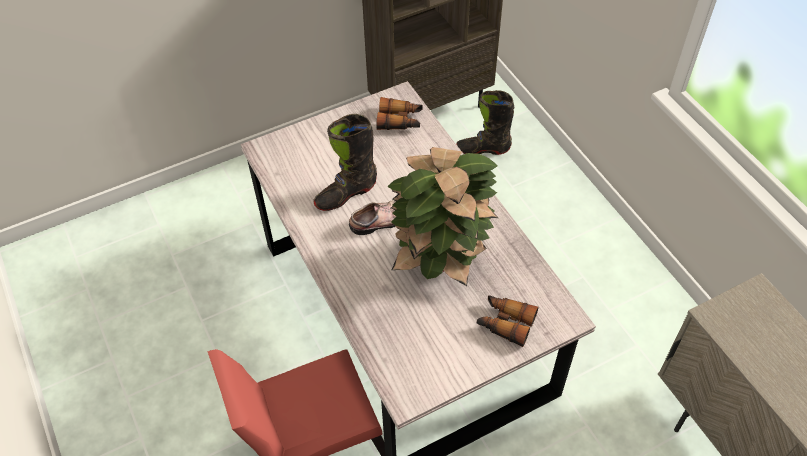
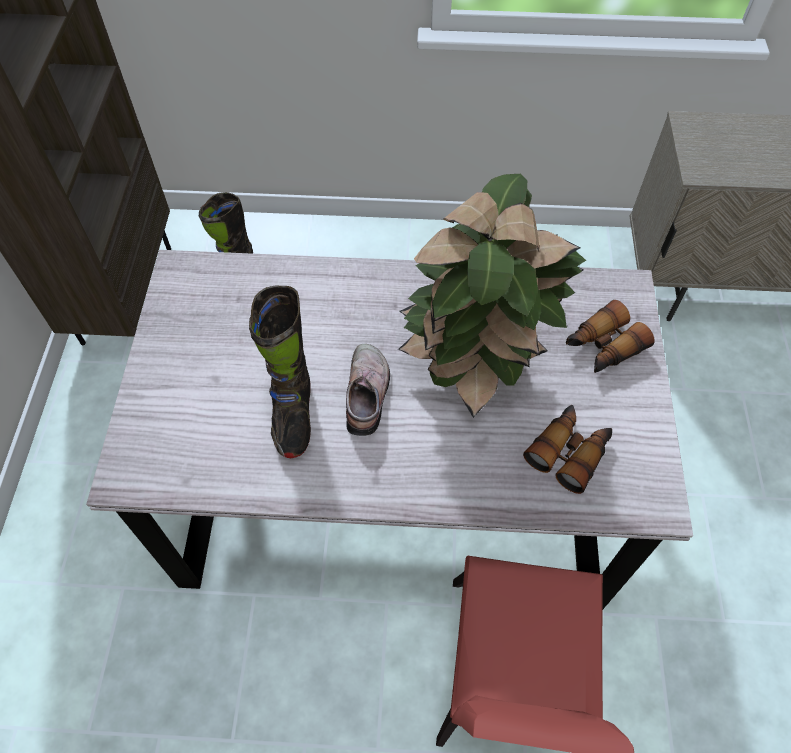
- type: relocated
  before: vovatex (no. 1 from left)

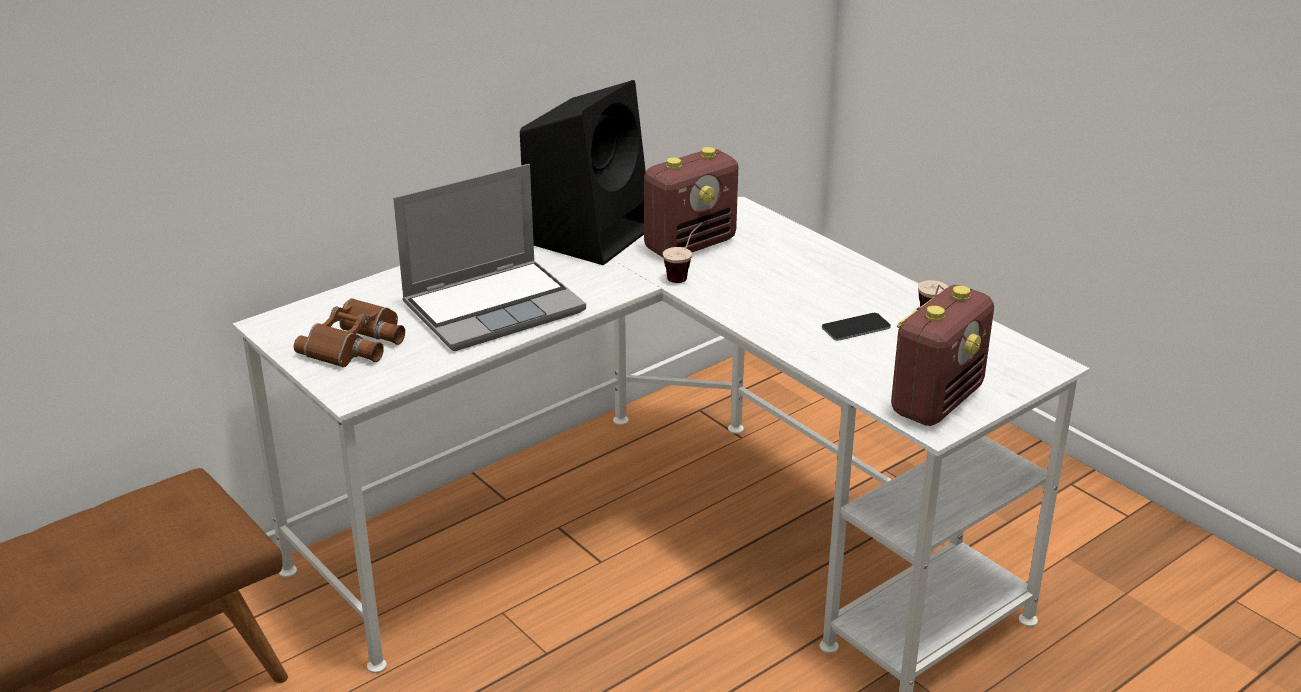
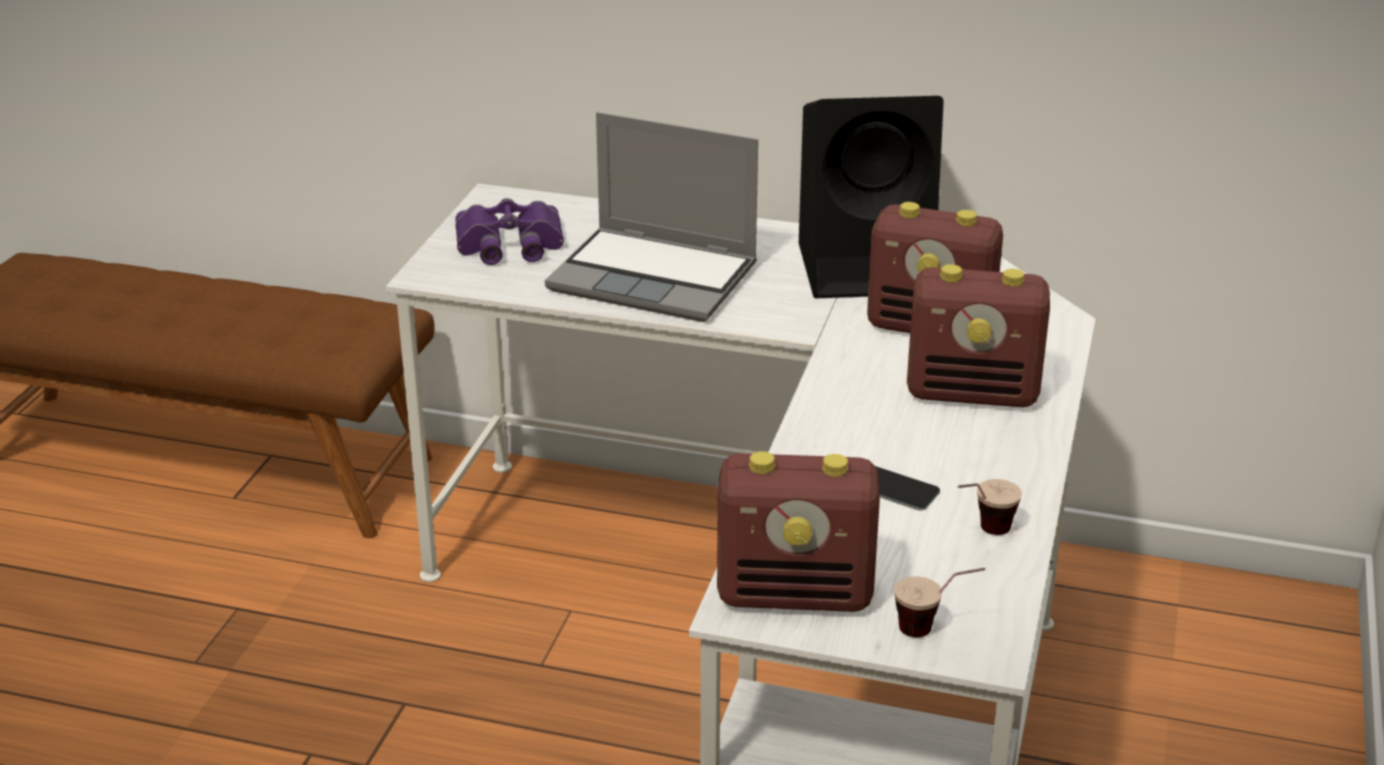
- type: relocated
  before: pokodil (no. 1 from left)
- type: colour
  before: vovatex (brown)
  after: vovatex (purple)
- type: appeared
  after: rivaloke (no. 3 from left)

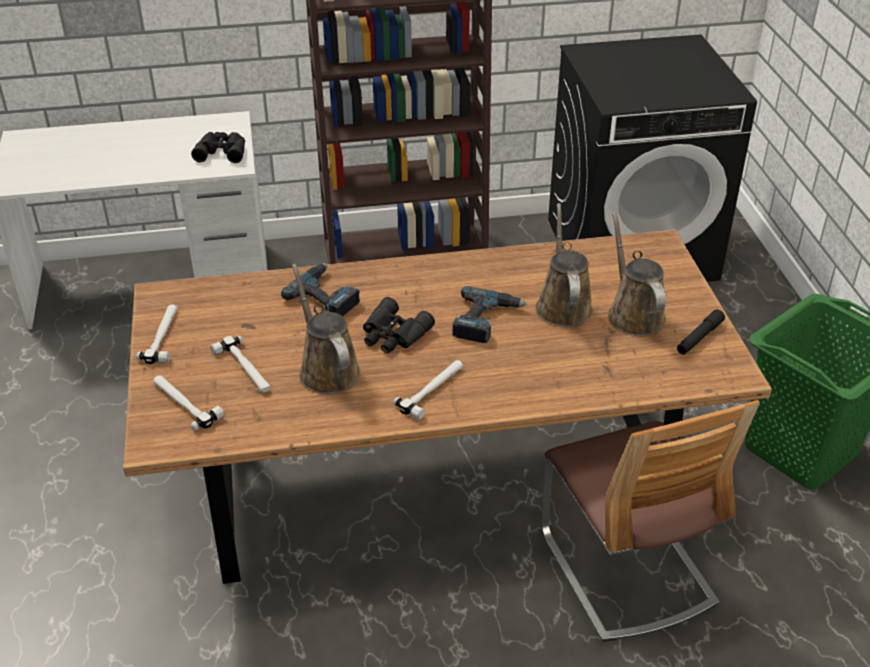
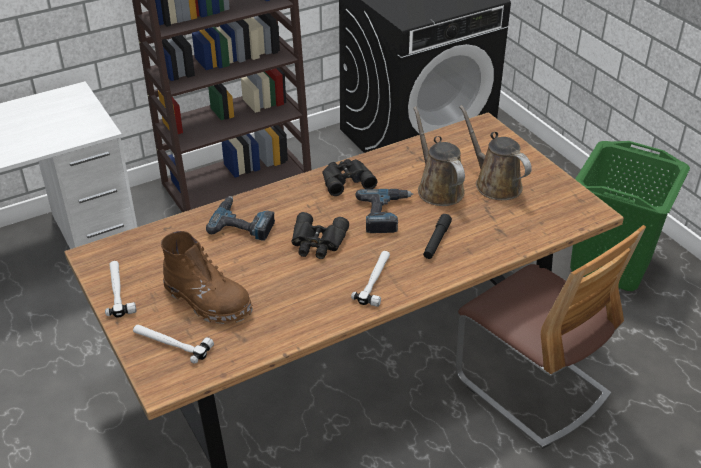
- type: relocated
  before: vovatex (black) (no. 1 from left in the first image)
  after: vovatex (black) (no. 2 from left)
- type: missing
  before: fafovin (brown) (no. 1 from left)
- type: relocated
  before: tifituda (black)
- type: exchanged
  before: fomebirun (no. 3 from left)
  after: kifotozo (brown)

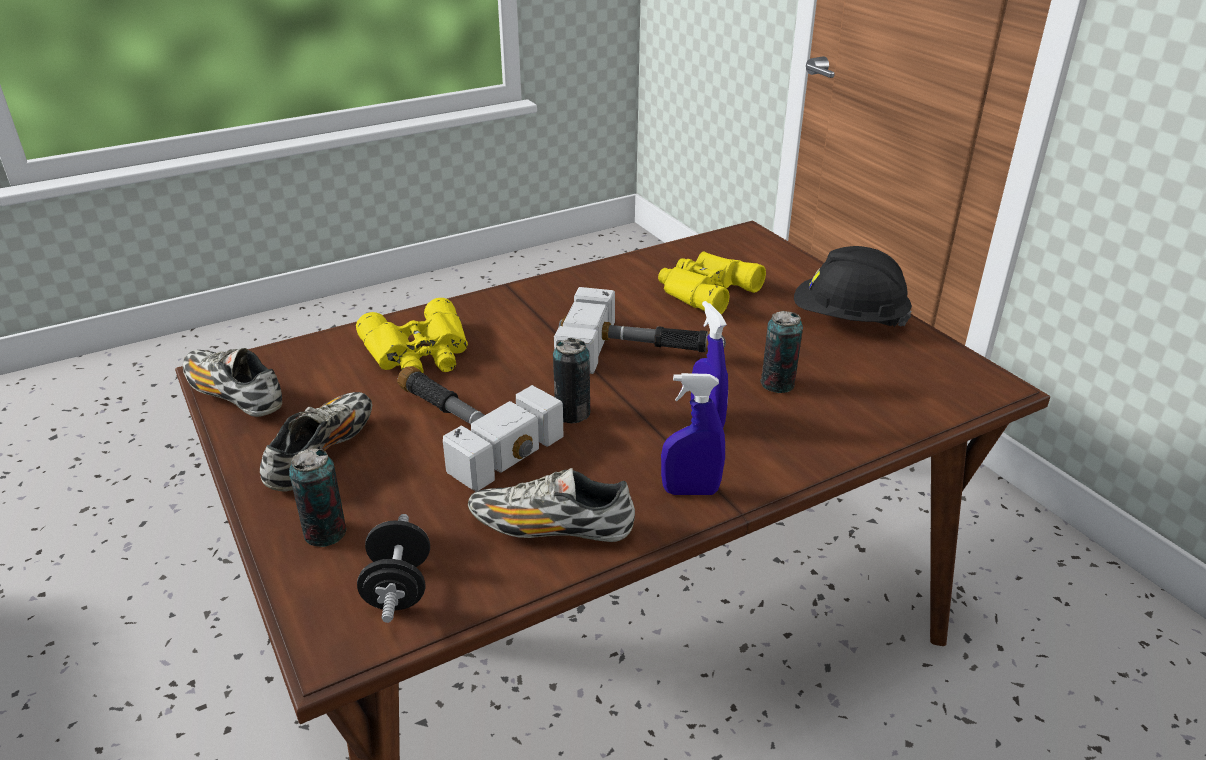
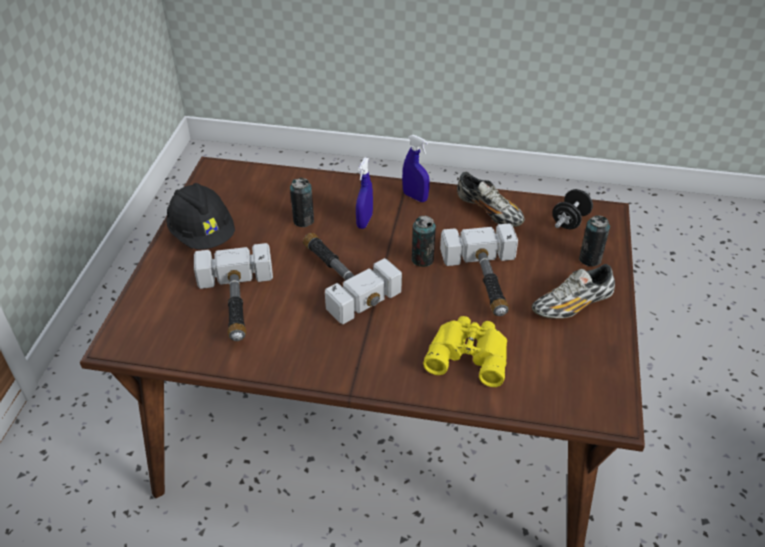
- type: exchanged
  before: vovatex (yellow) (no. 2 from left)
  after: fomebirun (no. 1 from left)
- type: missing
  before: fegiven (no. 1 from left)

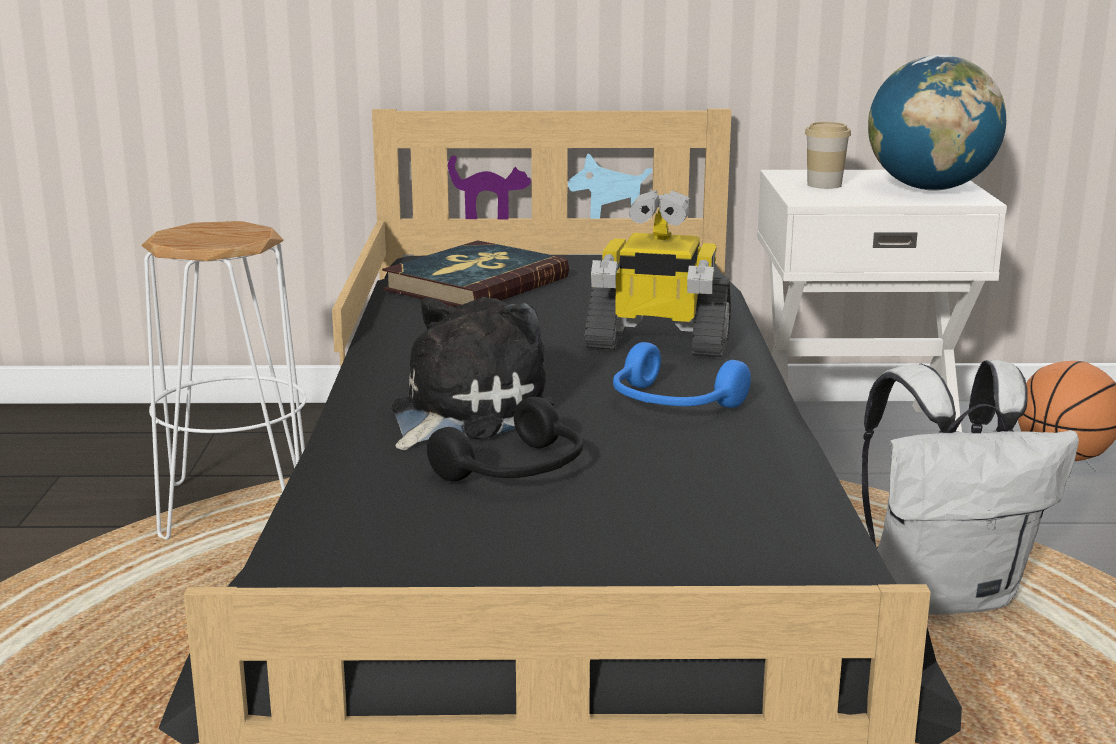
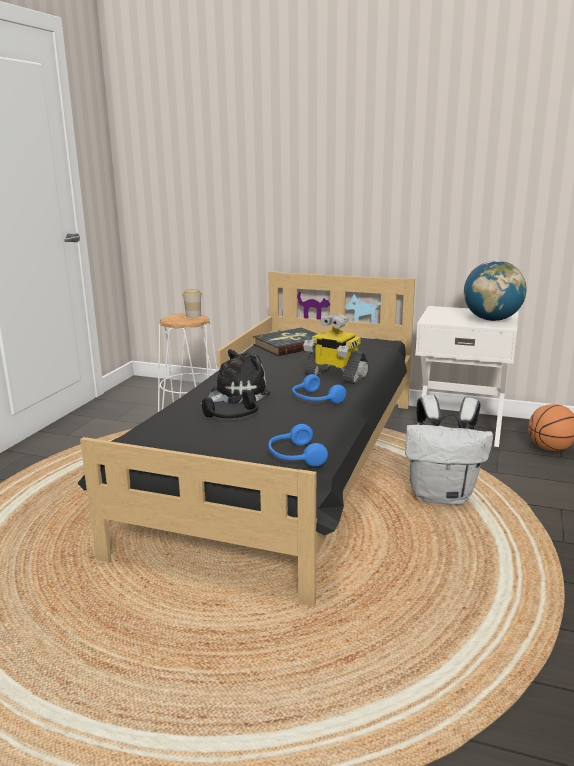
- type: relocated
  before: pokodil
- type: appeared
  after: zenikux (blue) (no. 1 from left)

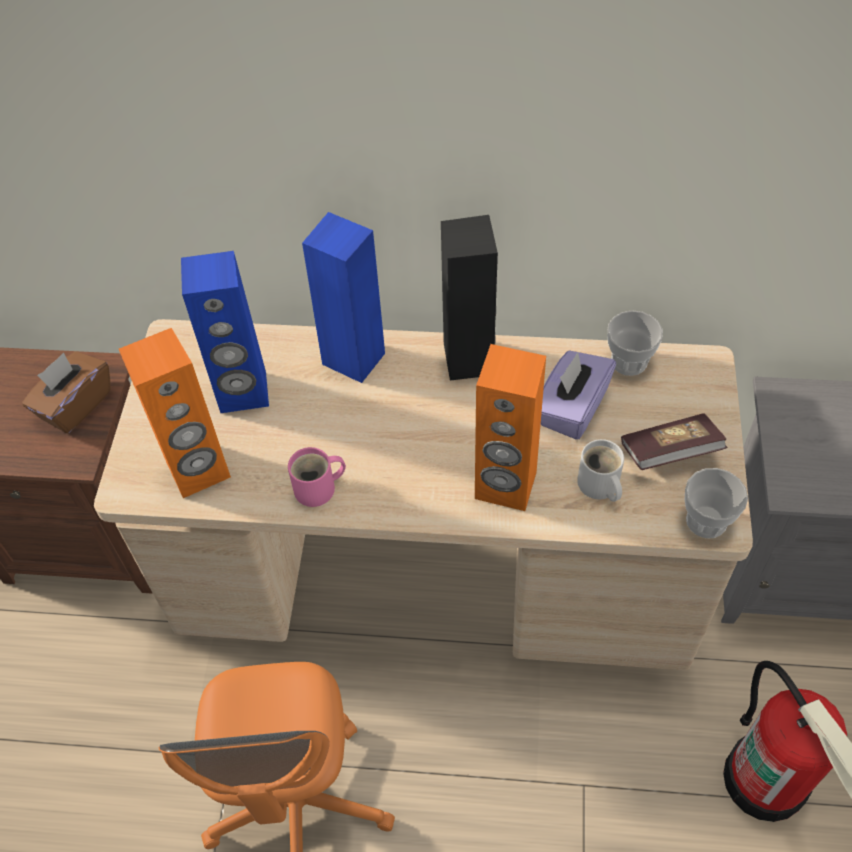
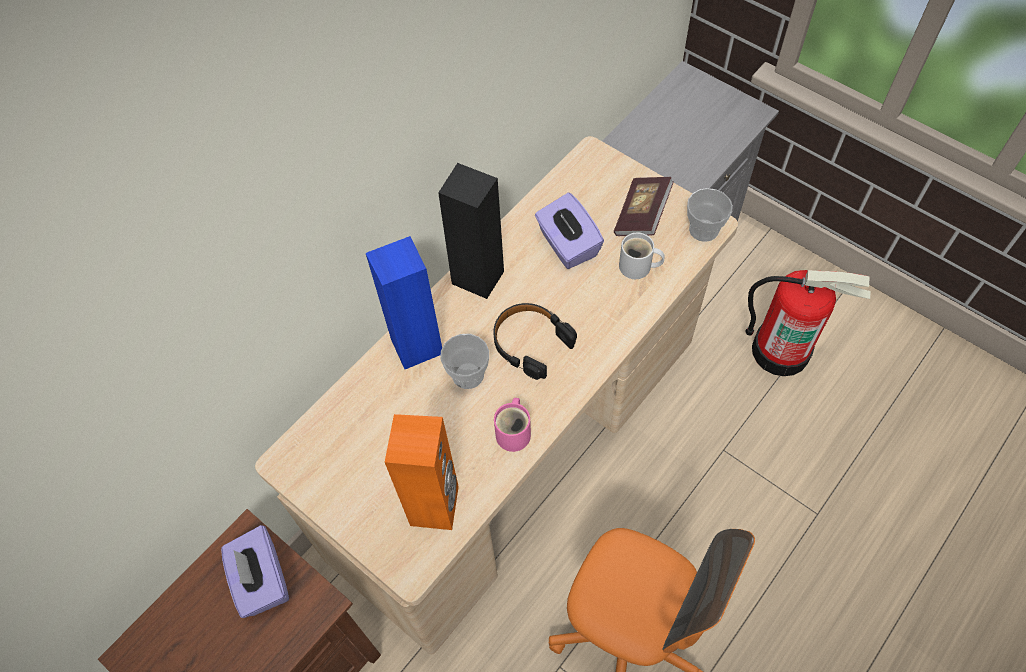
- type: missing
  before: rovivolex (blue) (no. 1 from left)
- type: relocated
  before: pokodil (no. 1 from left)
- type: missing
  before: rovivolex (orange) (no. 2 from left)
- type: colour
  before: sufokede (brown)
  after: sufokede (purple) (no. 1 from left)
- type: appeared
  after: zenikux (black)

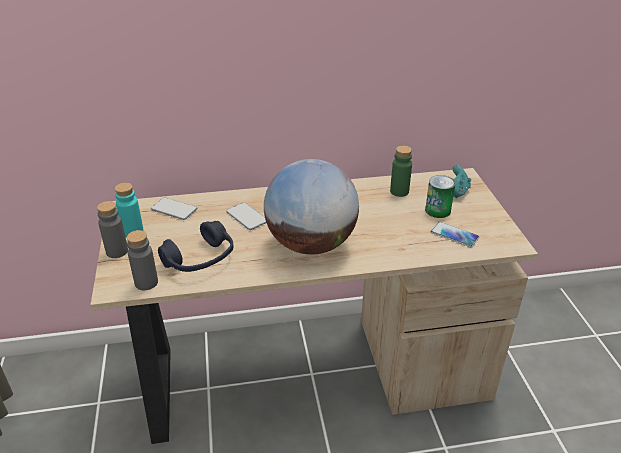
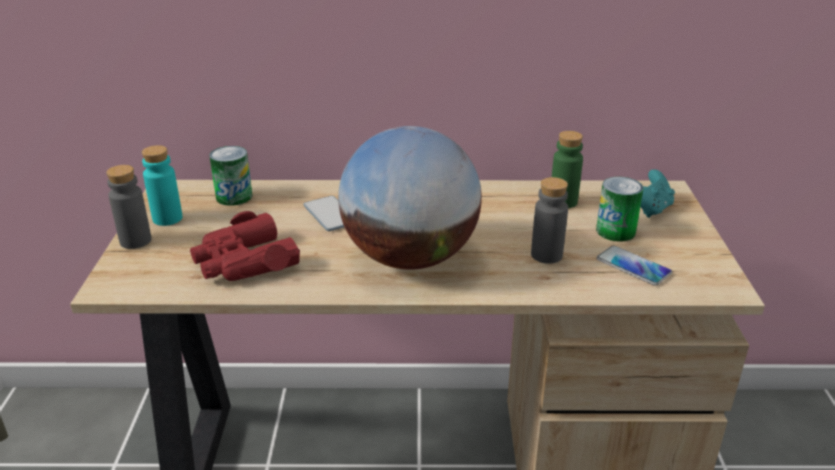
- type: exchanged
  before: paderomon (no. 1 from left)
  after: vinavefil (no. 1 from left)
- type: exchanged
  before: zenikux (blue)
  after: vovatex (red)
- type: relocated
  before: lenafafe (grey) (no. 2 from left)

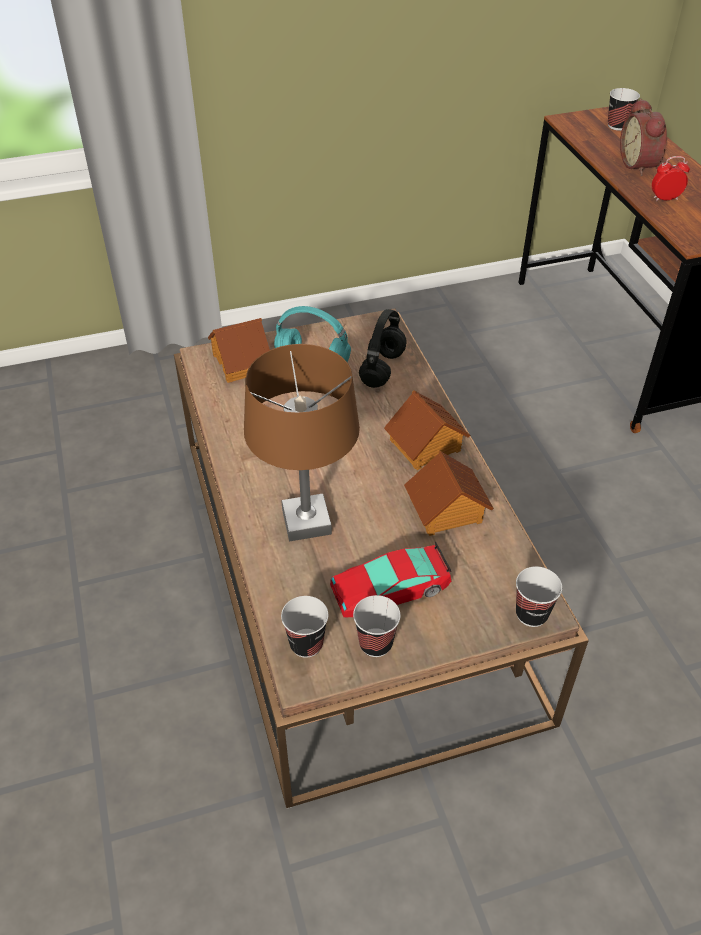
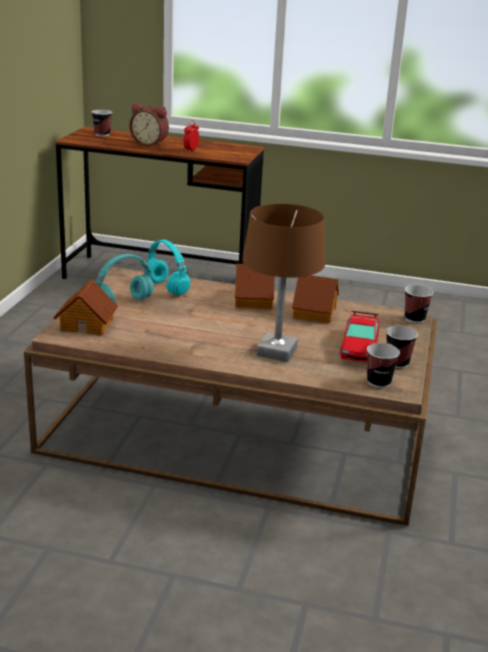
- type: colour
  before: zenikux (black)
  after: zenikux (turquoise) (no. 2 from left)

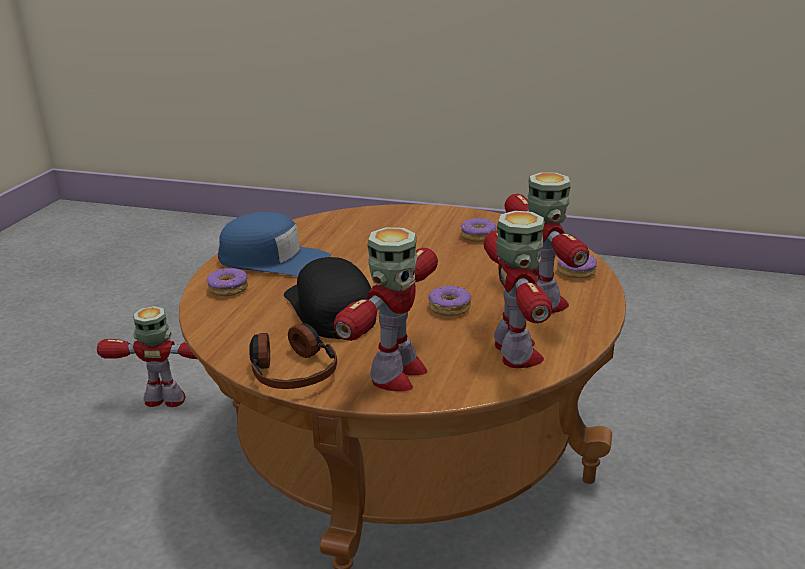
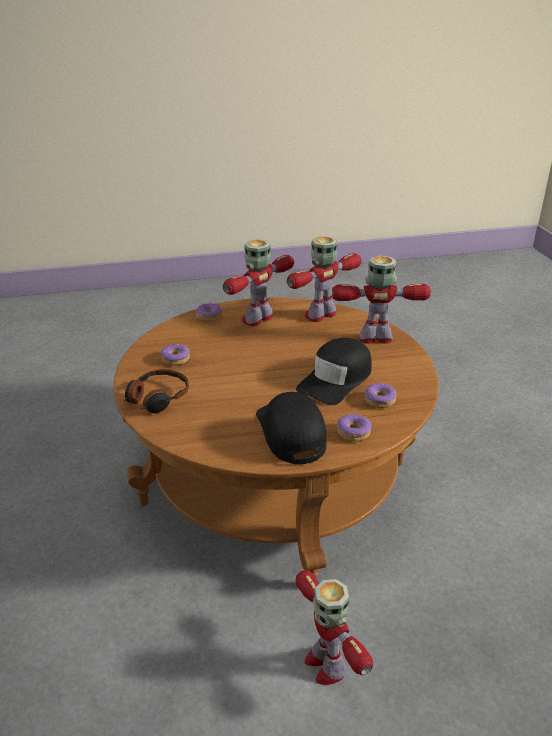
- type: colour
  before: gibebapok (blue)
  after: gibebapok (black) (no. 1 from left)
- type: relocated
  before: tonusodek (no. 2 from left in the first image)
  after: tonusodek (no. 4 from left)
- type: relocated
  before: zenikux

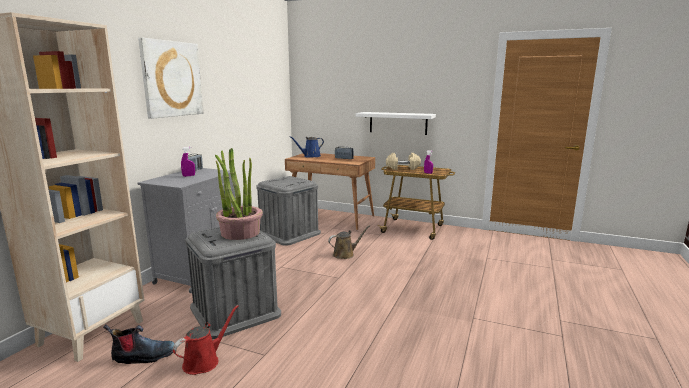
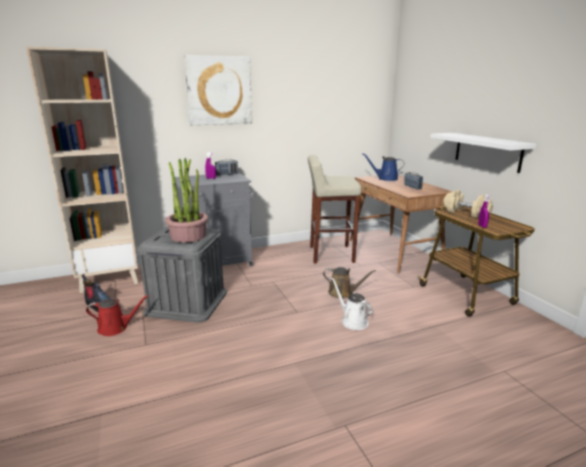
- type: exchanged
  before: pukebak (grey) (no. 2 from left)
  after: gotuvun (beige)
- type: appeared
  after: fafovin (white)

